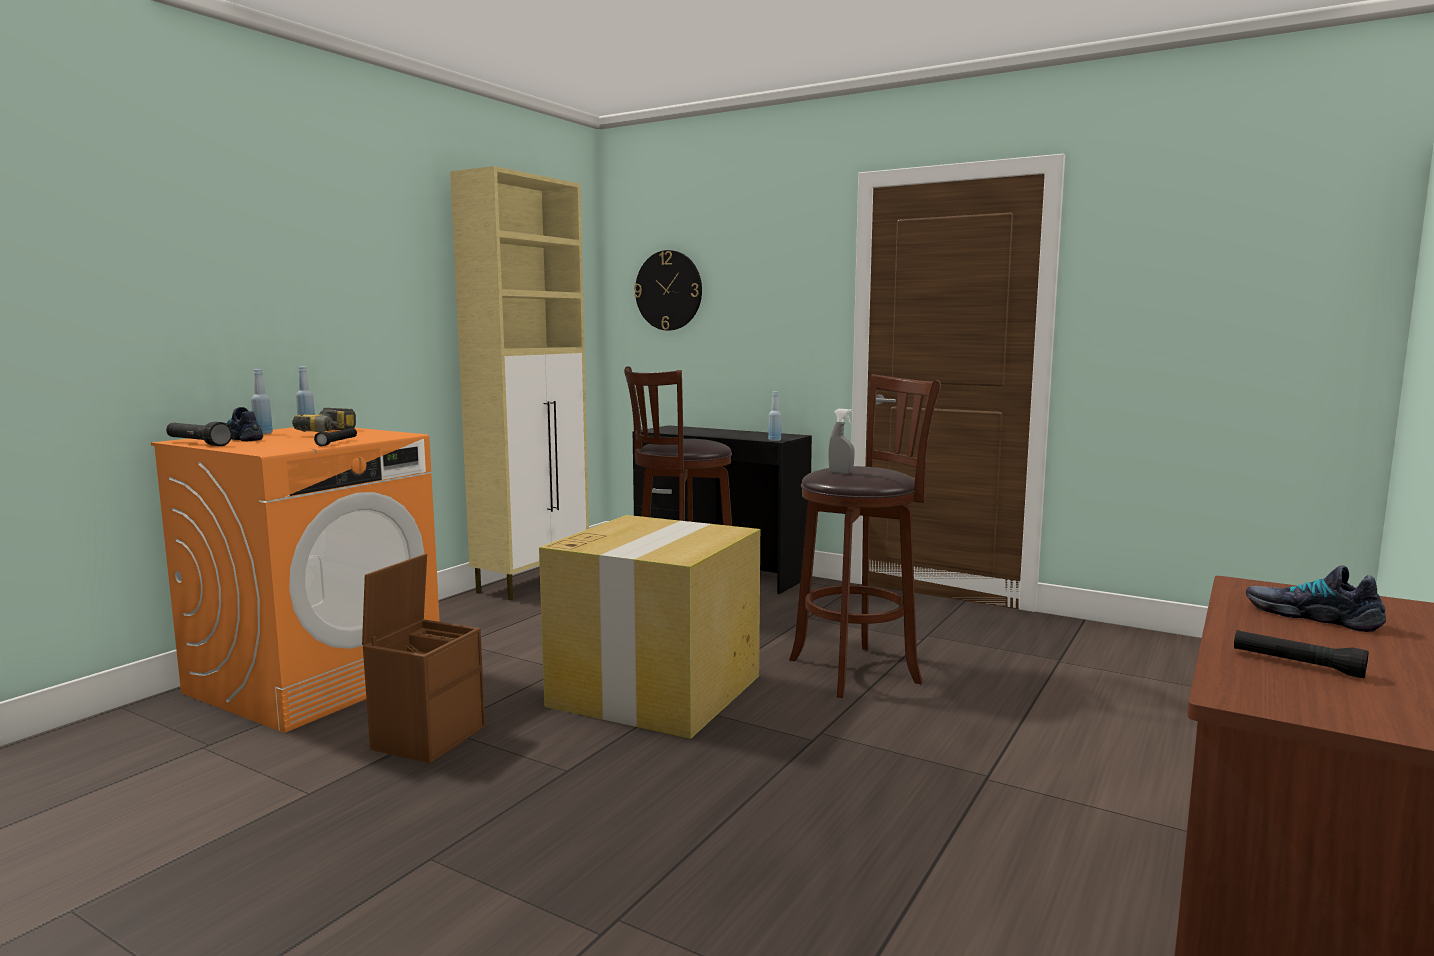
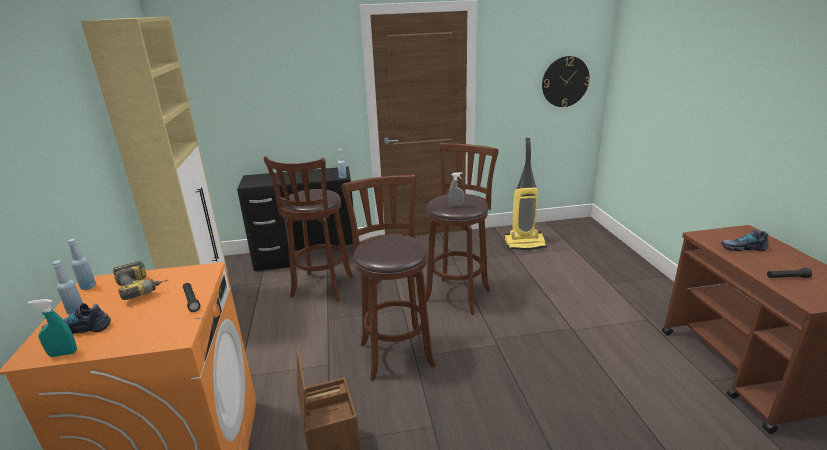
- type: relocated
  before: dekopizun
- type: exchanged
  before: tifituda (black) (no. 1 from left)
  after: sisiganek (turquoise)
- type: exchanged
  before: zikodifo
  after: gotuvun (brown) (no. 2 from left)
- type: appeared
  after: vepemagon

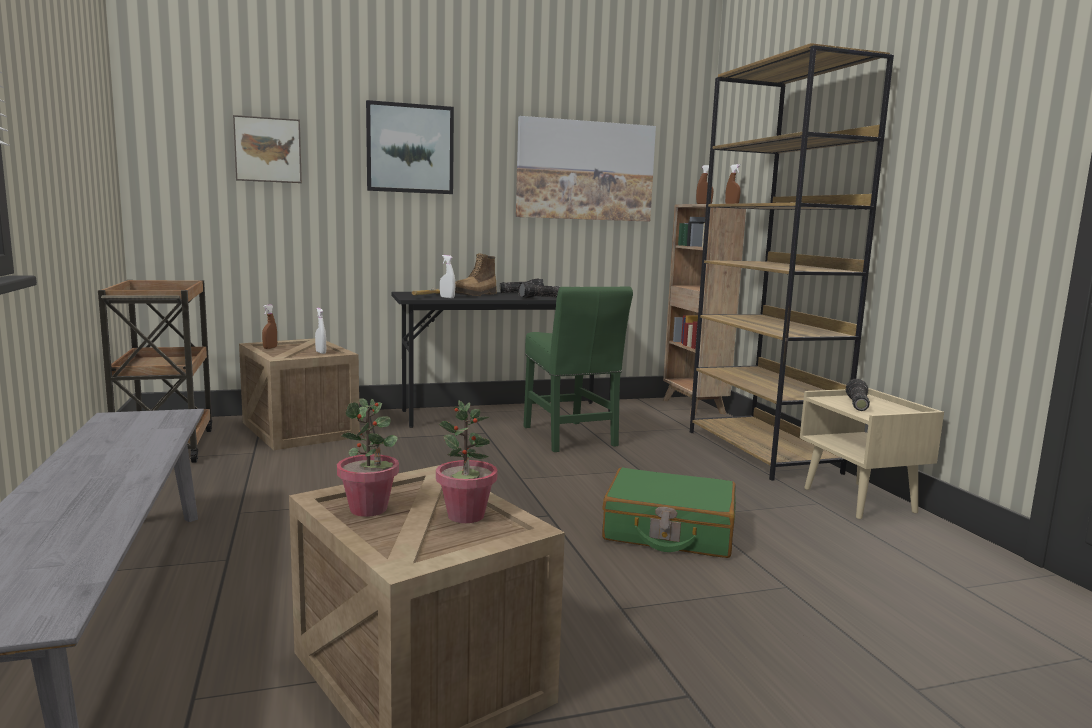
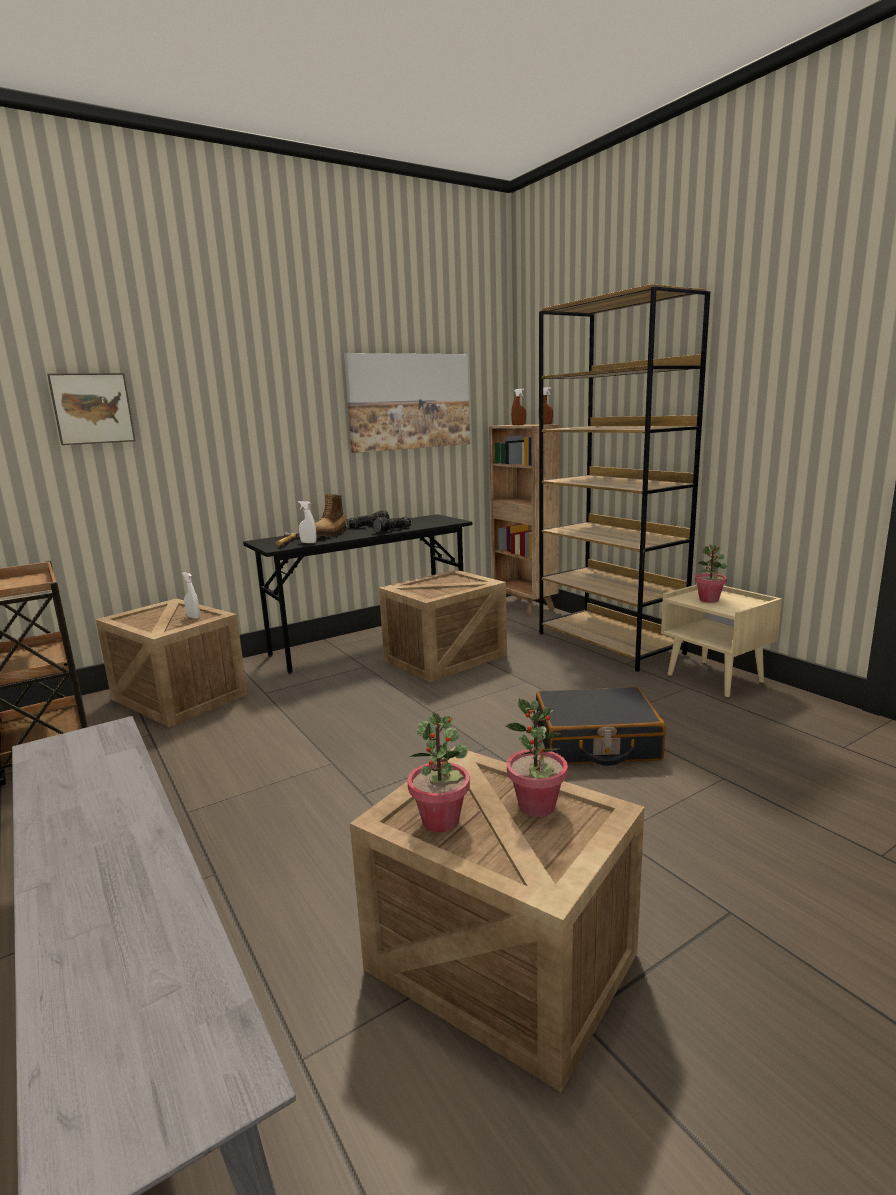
- type: missing
  before: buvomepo (no. 2 from left)
- type: exchanged
  before: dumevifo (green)
  after: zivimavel (no. 2 from left)
- type: missing
  before: sisiganek (brown) (no. 1 from left)
- type: exchanged
  before: tifituda (no. 3 from left)
  after: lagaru (no. 3 from left)
- type: colour
  before: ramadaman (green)
  after: ramadaman (black)

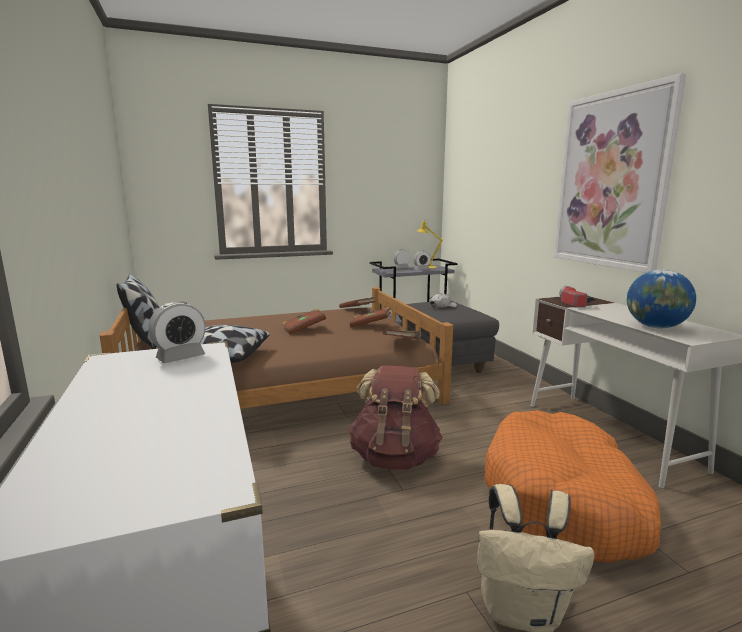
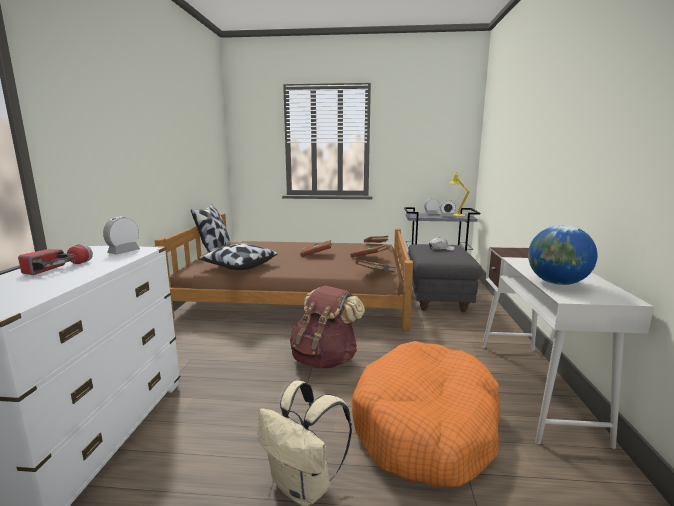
- type: missing
  before: buvomepo
- type: relocated
  before: tifituda
- type: spun
  before: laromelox (no. 1 from left)
  turn: 135

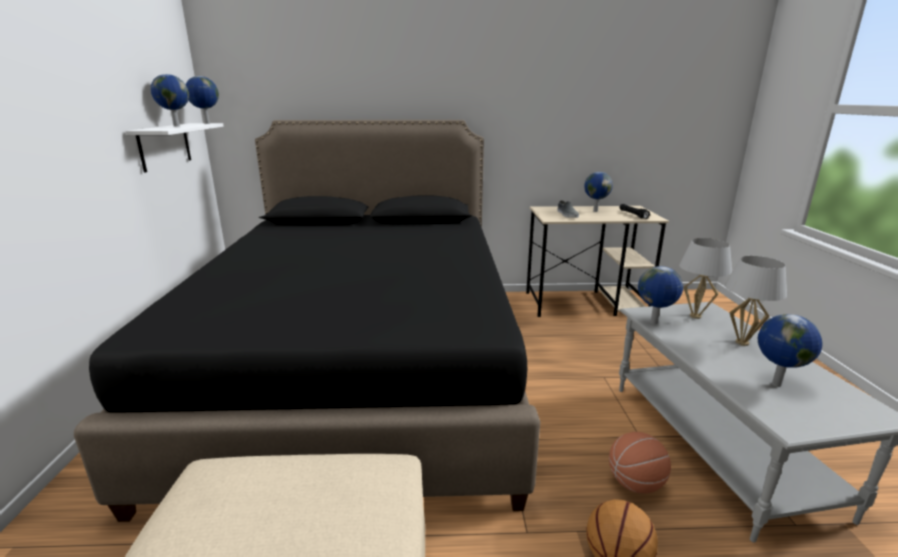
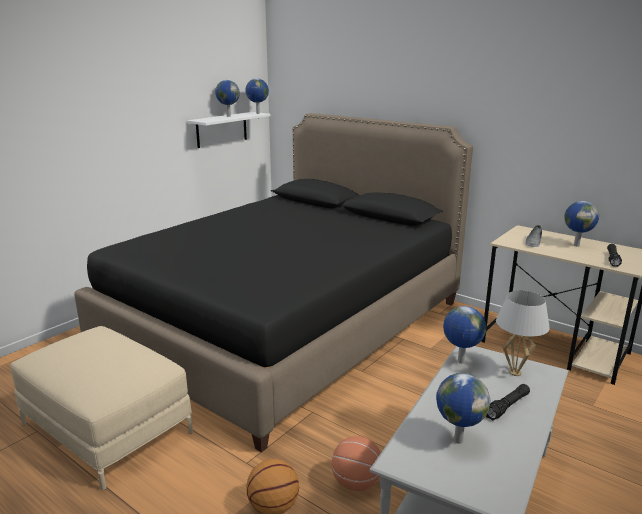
- type: exchanged
  before: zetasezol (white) (no. 2 from left)
  after: tifituda (black) (no. 1 from left)

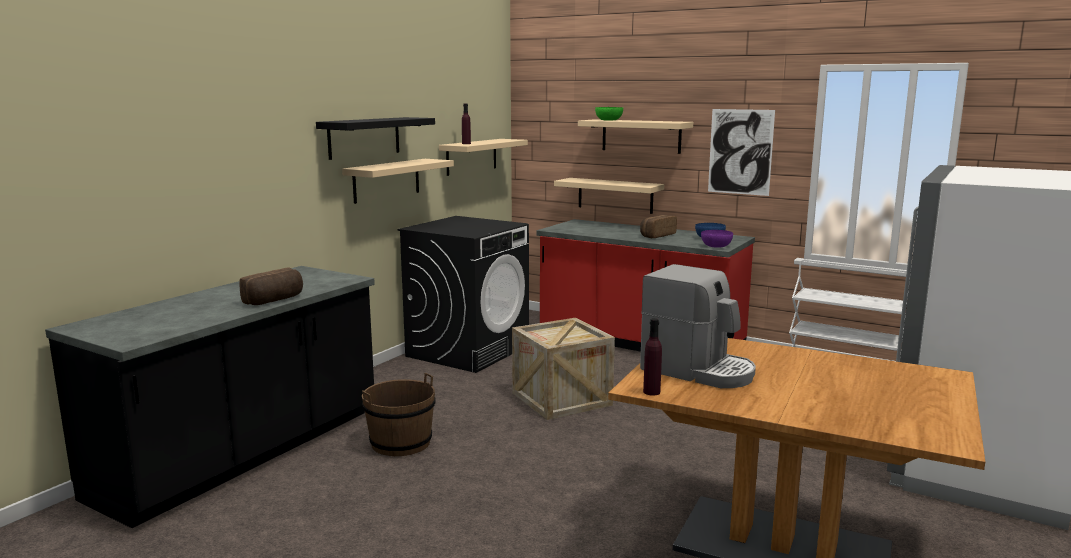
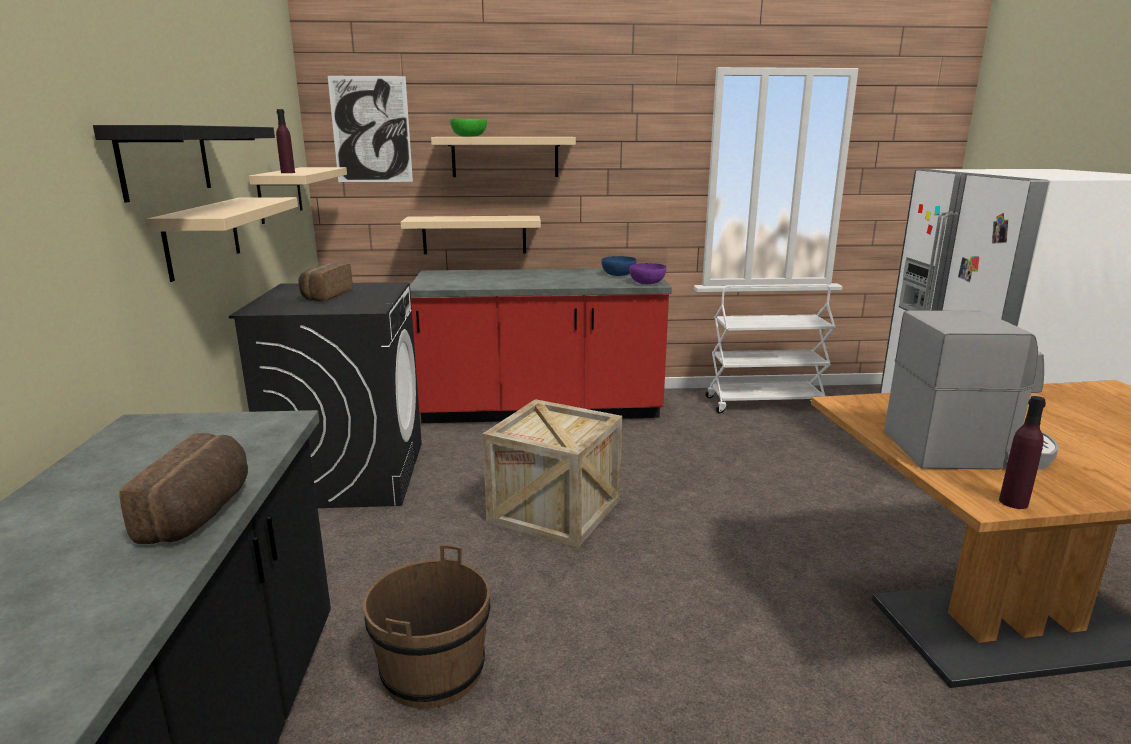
- type: relocated
  before: buvomepo
- type: relocated
  before: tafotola (no. 2 from left)

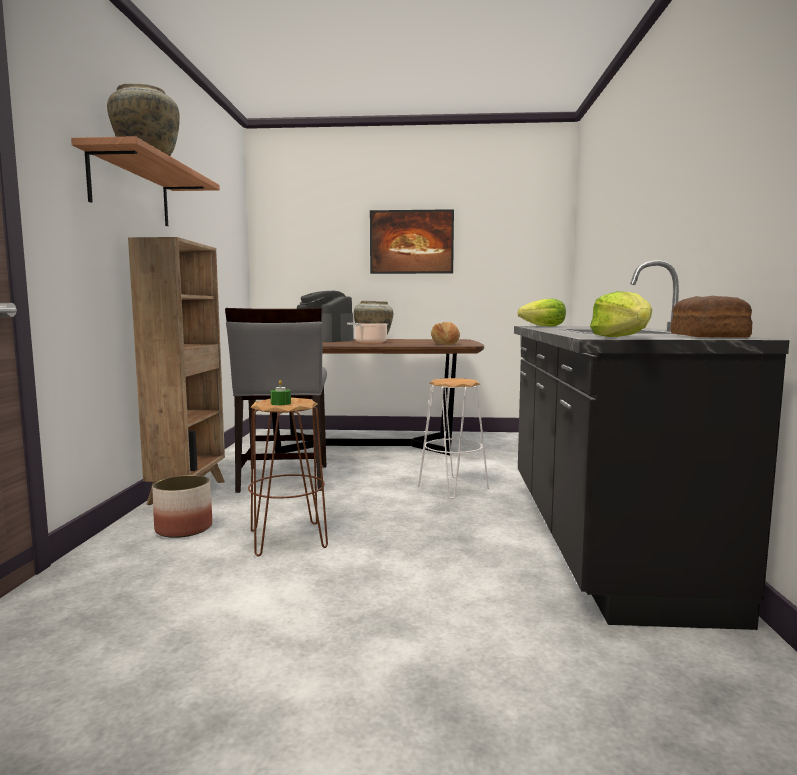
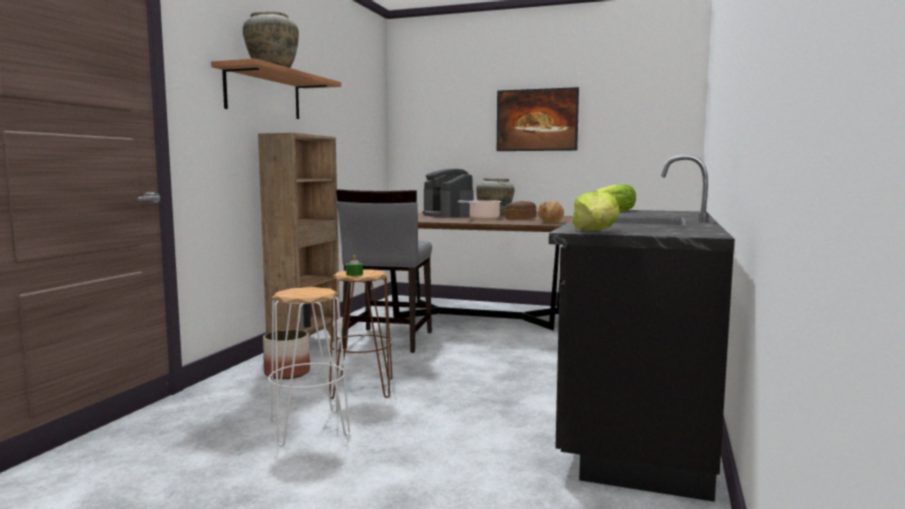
- type: relocated
  before: tafotola (no. 2 from left in the first image)
  after: tafotola (no. 1 from left)
- type: relocated
  before: gotuvun (white)

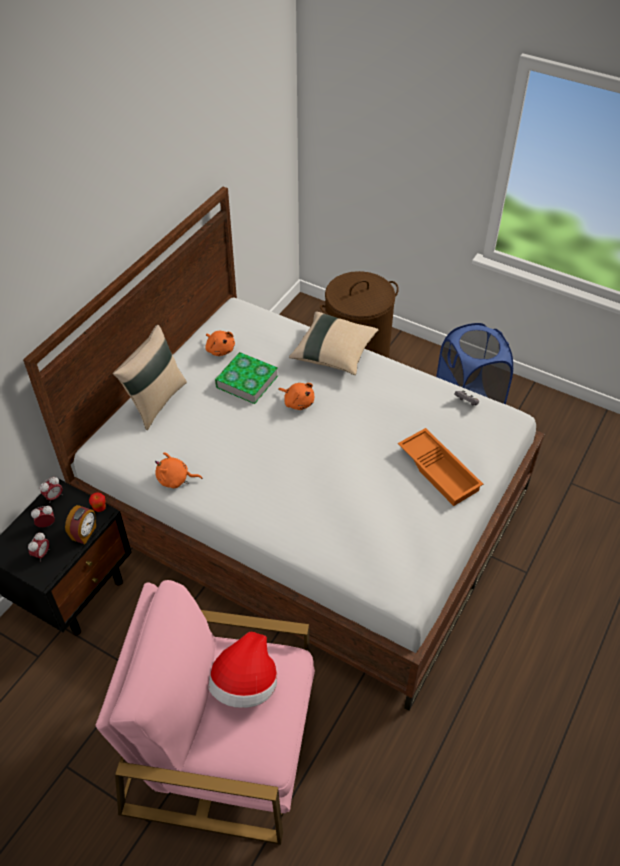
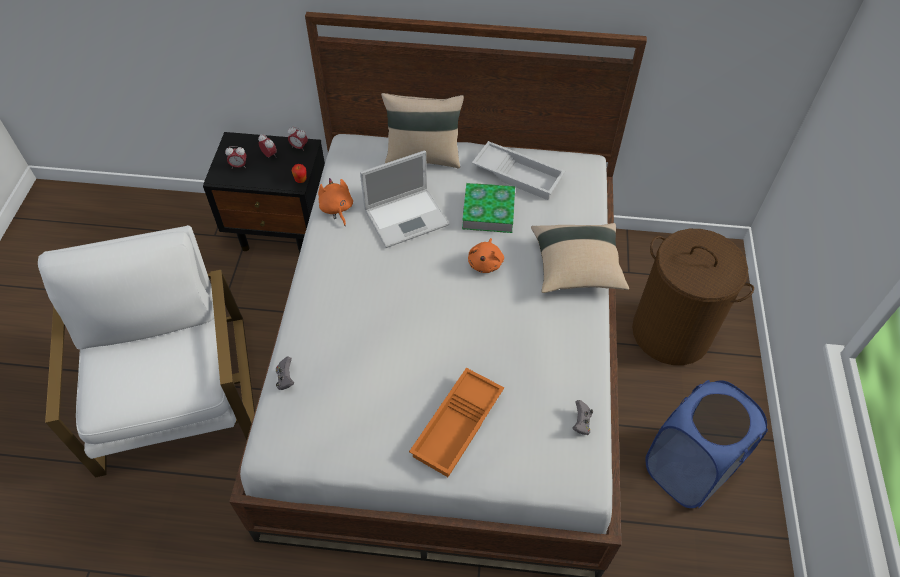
- type: exchanged
  before: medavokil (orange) (no. 2 from left)
  after: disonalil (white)
- type: missing
  before: laromelox (no. 4 from left)
- type: colour
  before: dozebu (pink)
  after: dozebu (white)
- type: missing
  before: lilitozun
- type: appeared
  after: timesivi
- type: appeared
  after: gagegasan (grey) (no. 1 from left)

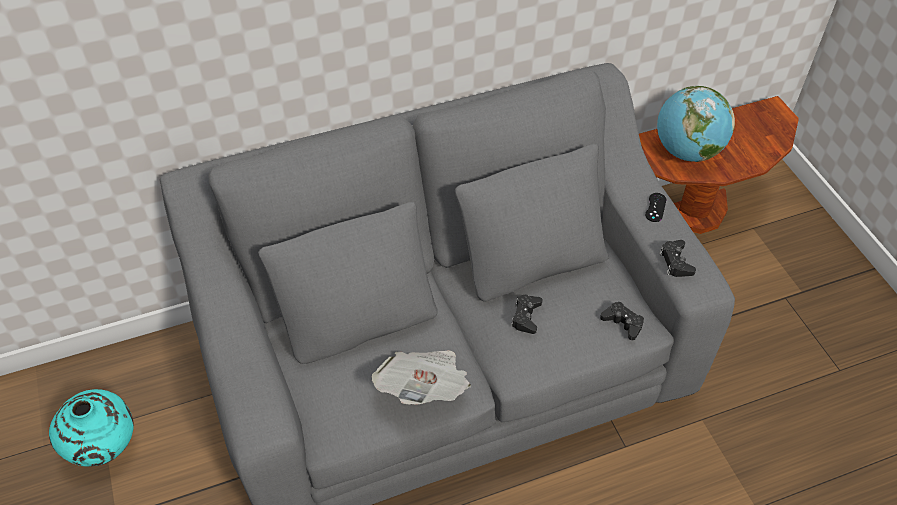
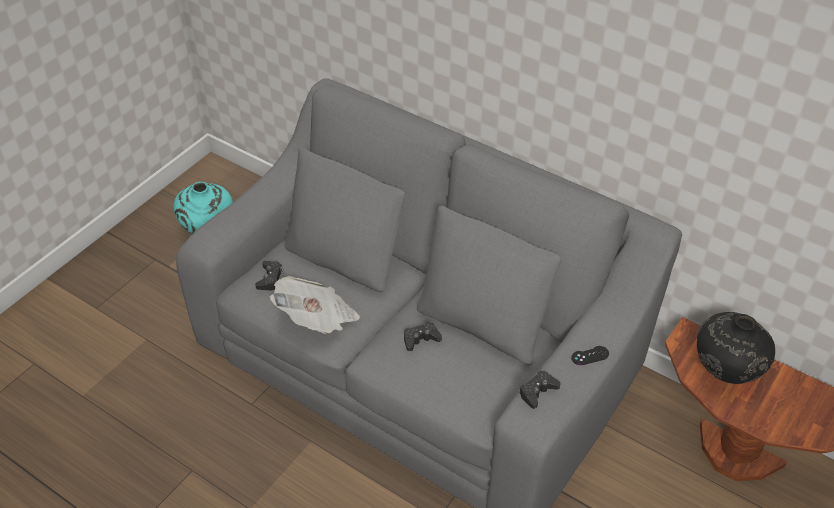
- type: exchanged
  before: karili
  after: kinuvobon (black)
- type: relocated
  before: gagegasan (black) (no. 2 from left in the first image)
  after: gagegasan (black) (no. 1 from left)

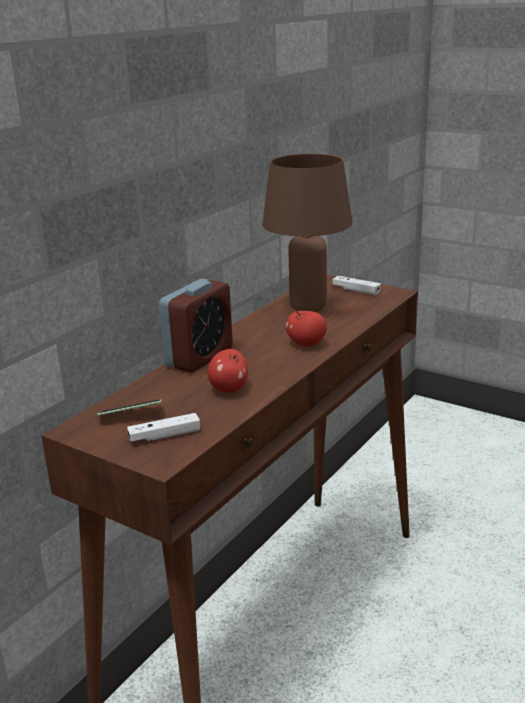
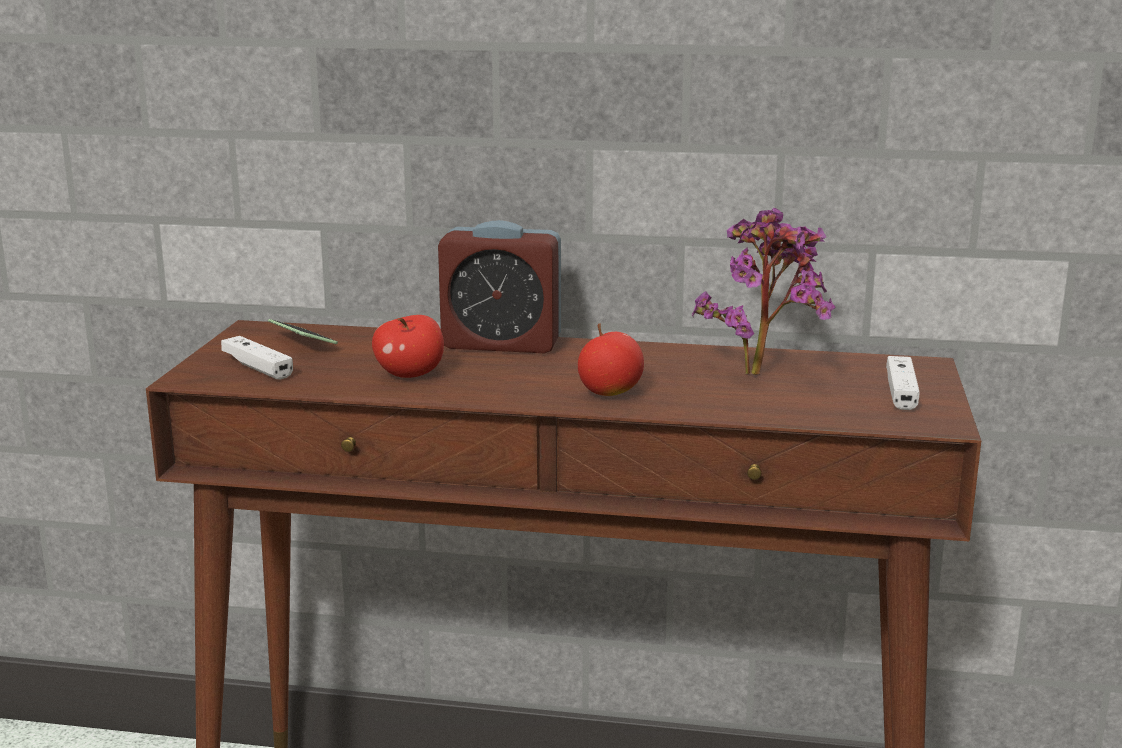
- type: exchanged
  before: zetasezol (brown)
  after: lagaru

